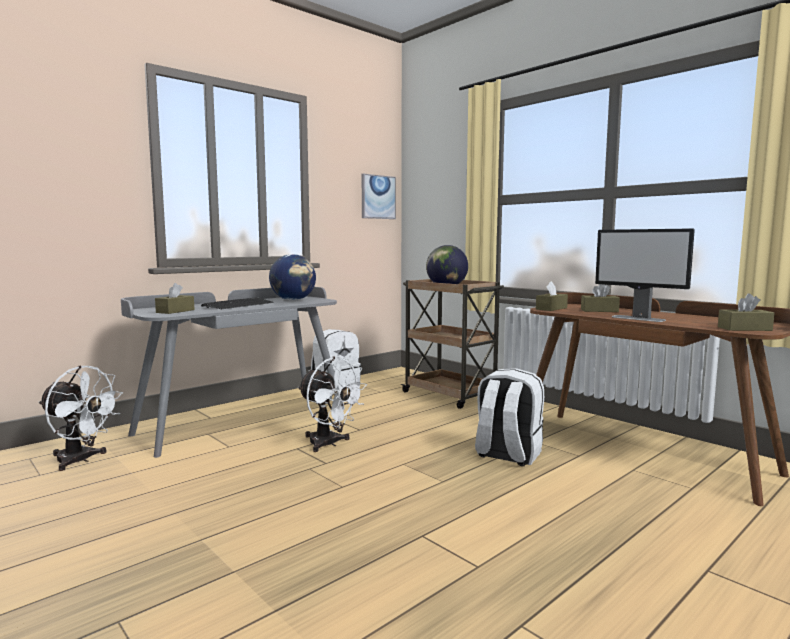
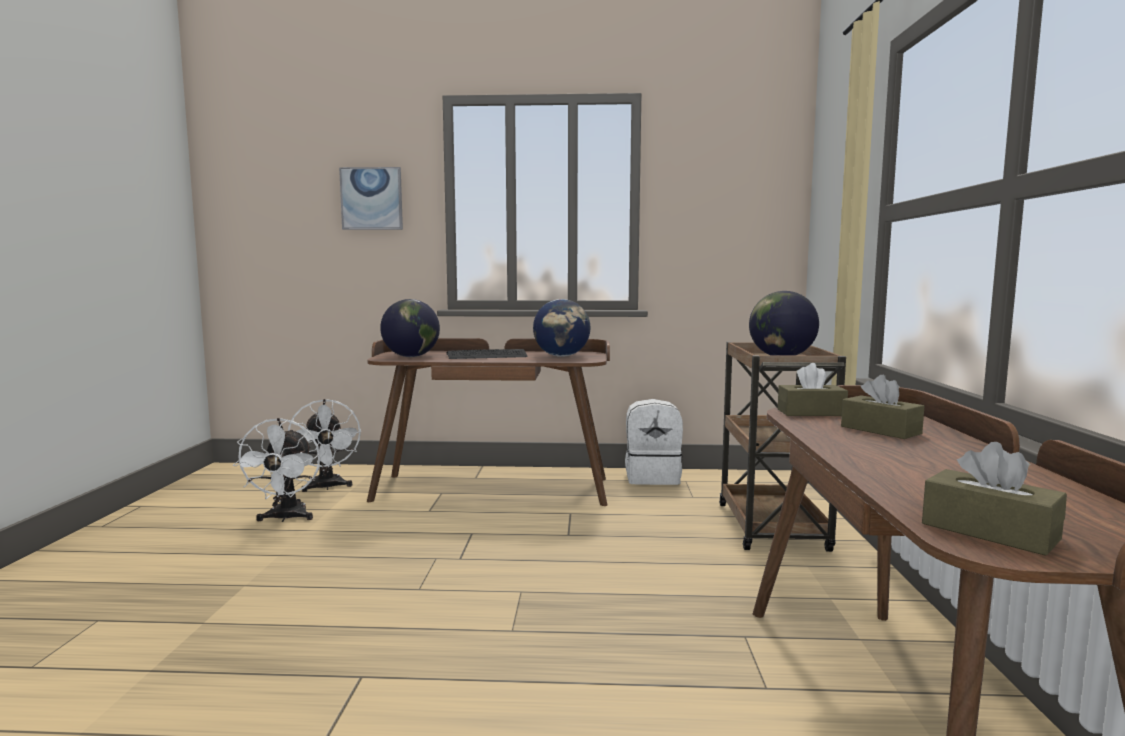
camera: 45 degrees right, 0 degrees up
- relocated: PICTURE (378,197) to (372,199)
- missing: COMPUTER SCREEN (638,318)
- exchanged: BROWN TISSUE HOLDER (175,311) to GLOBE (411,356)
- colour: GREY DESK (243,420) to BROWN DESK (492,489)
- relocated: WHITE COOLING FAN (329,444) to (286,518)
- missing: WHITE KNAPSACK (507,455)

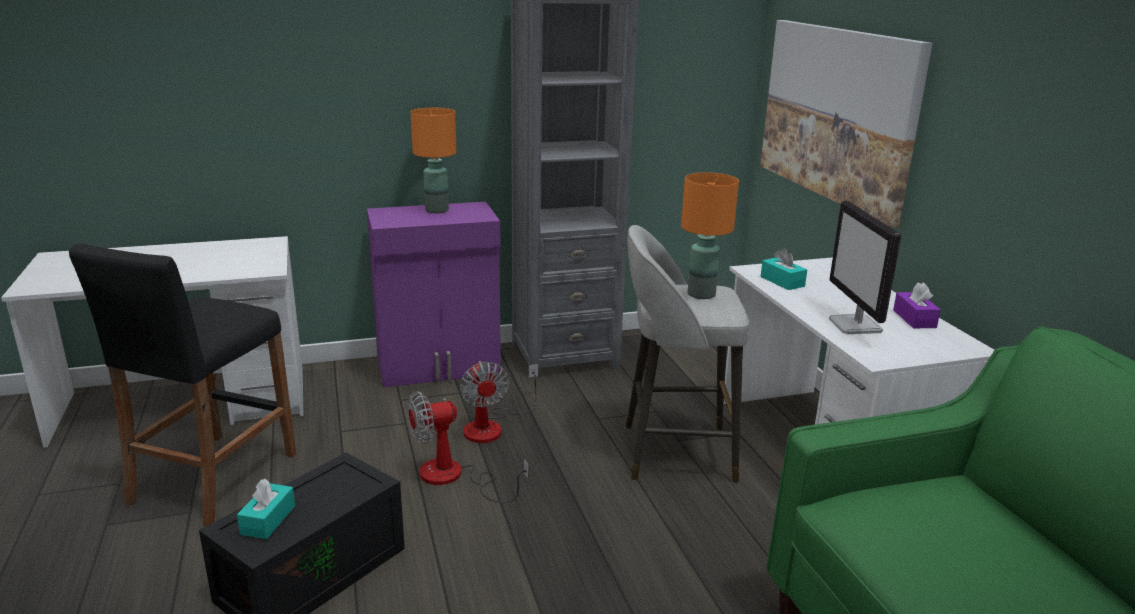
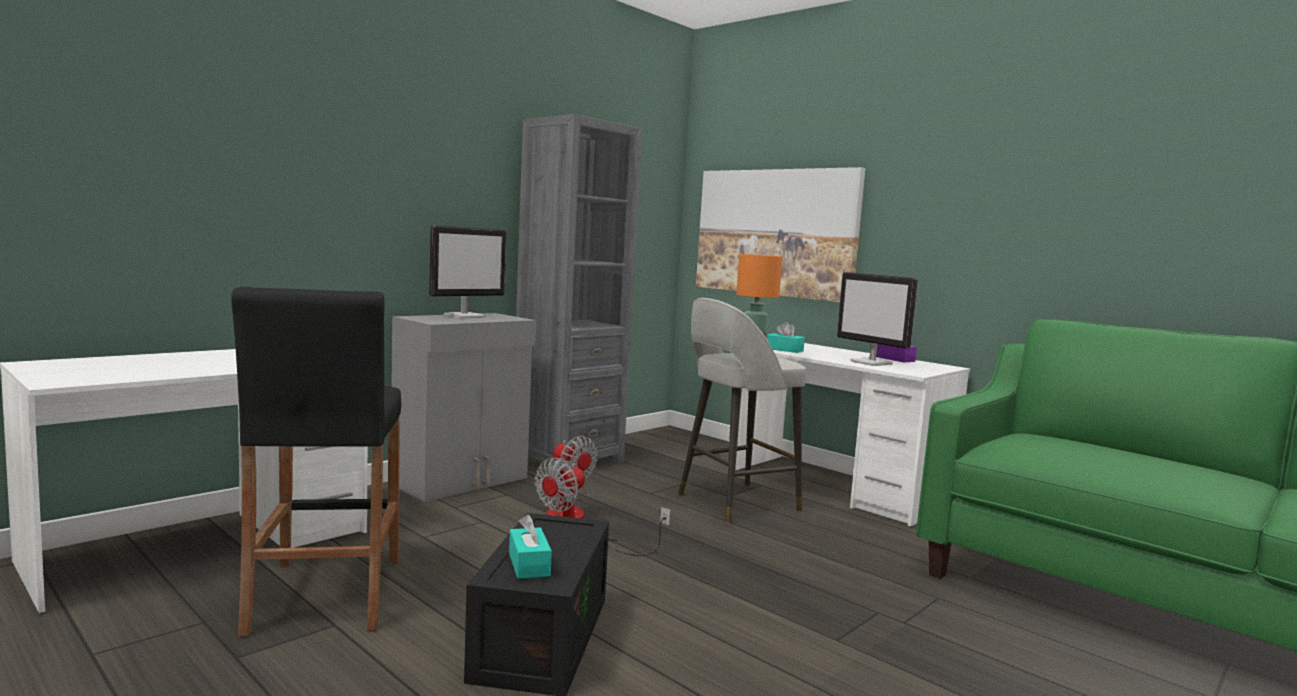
camera: 30 degrees left, 15 degrees down
- exchanged: ORANGE TABLE LAMP (437,210) to COMPUTER SCREEN (465,316)
- colour: PURPLISH CABINET (439,367) to GREY CABINET (462,481)

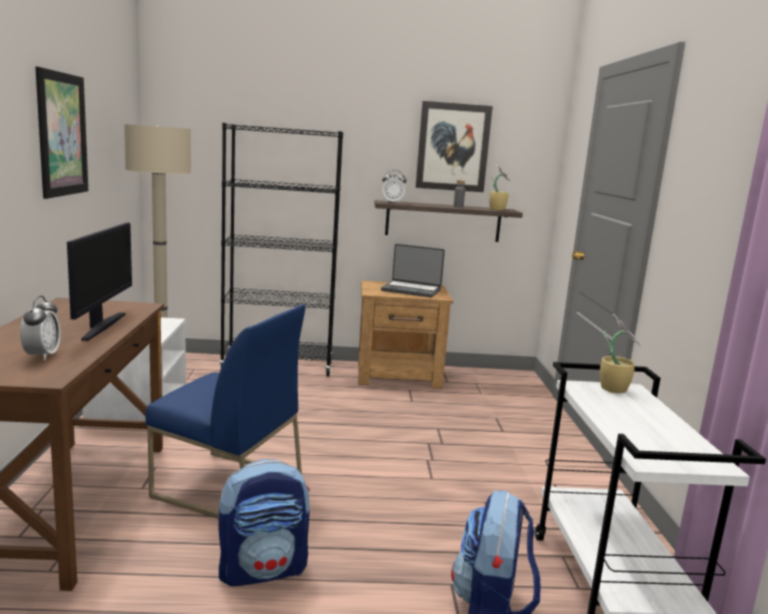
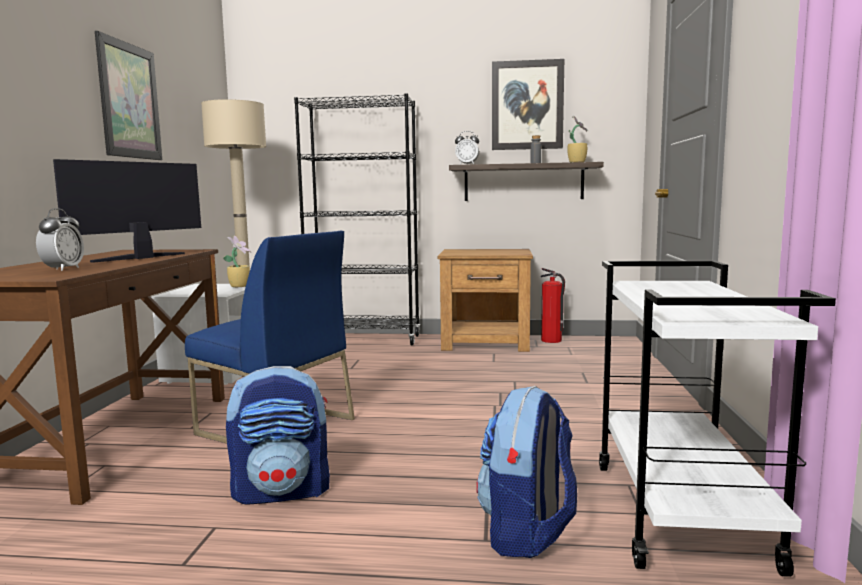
camera: 10 degrees right, 5 degrees down
- spun: COMPUTER SCREEN (101,326) = (141,258) 150 degrees counterclockwise
- missing: LAPTOP (411,290)
- relocated: HOUSEPLANT (613,388) to (240,286)
- appeared: EXTINGUISHER (551,340)

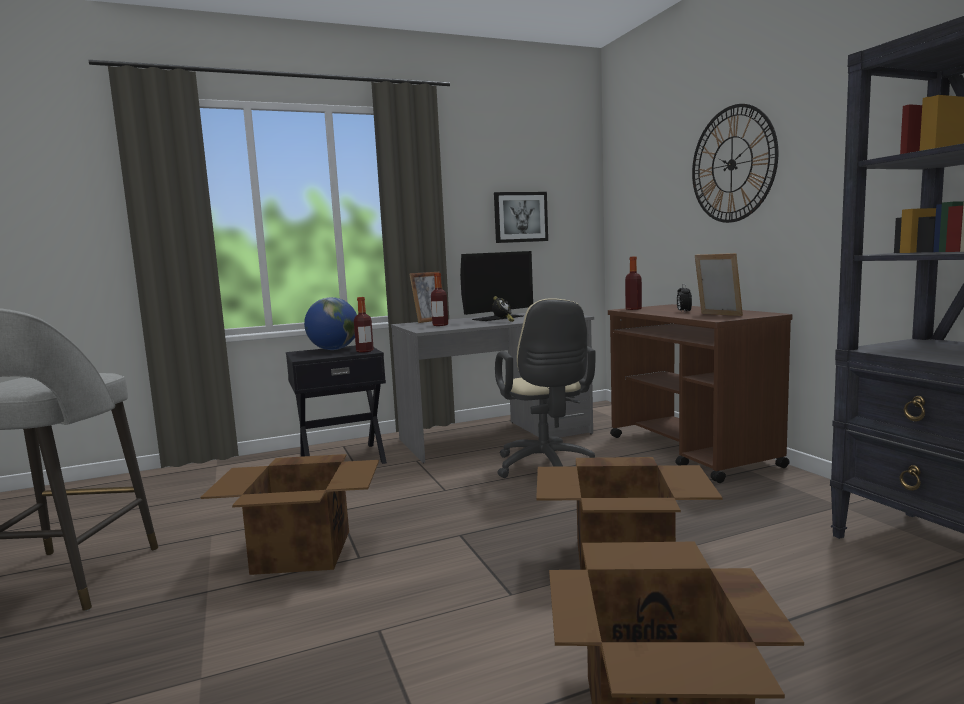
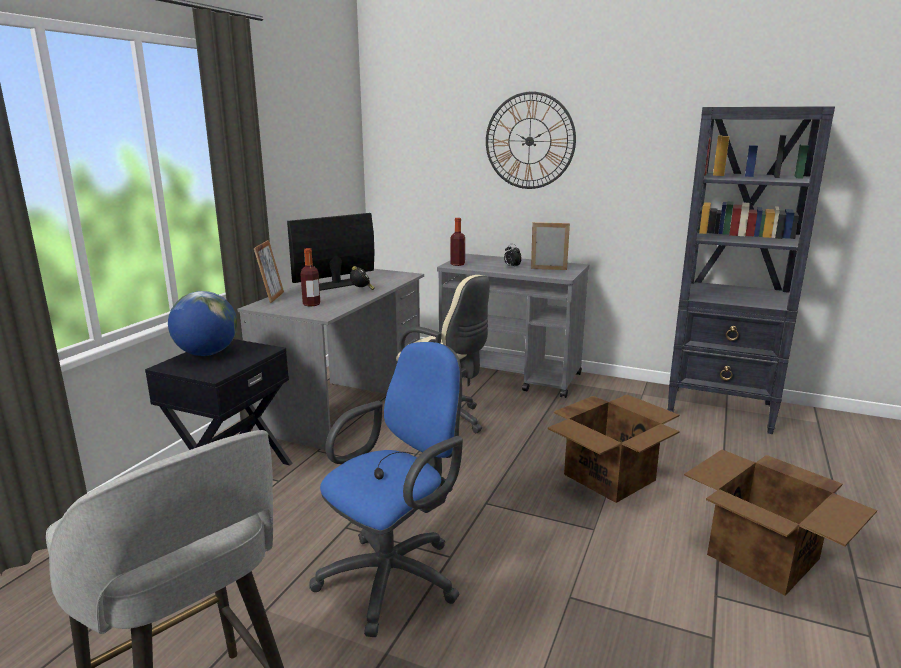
camera: 45 degrees left, 10 degrees up
- missing: PICTURE (520,217)
- spun: COMPUTER SCREEN (498,318) = (336,284) 135 degrees counterclockwise
- missing: BOTTLE (365,351)
- colour: BROWN TROLLEY (692,451) to GREY TROLLEY (511,376)
- exchanged: CARDBOARD BOX (304,552) to BLUE-COLOURED DESK CHAIR (396,576)

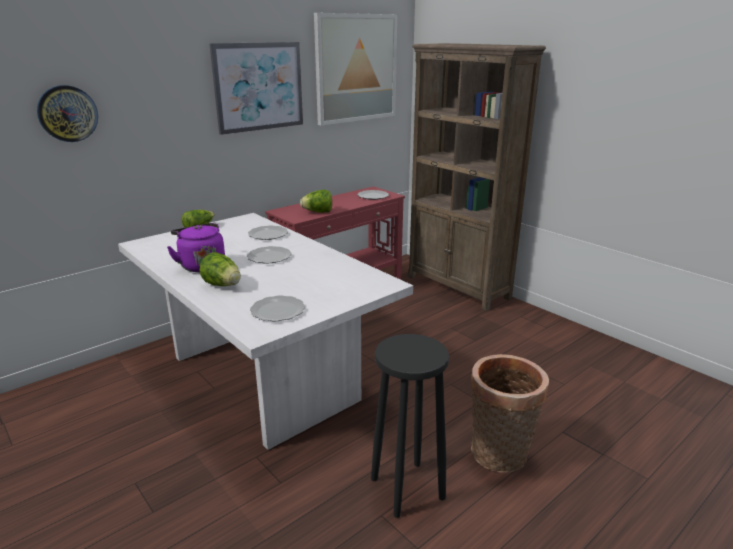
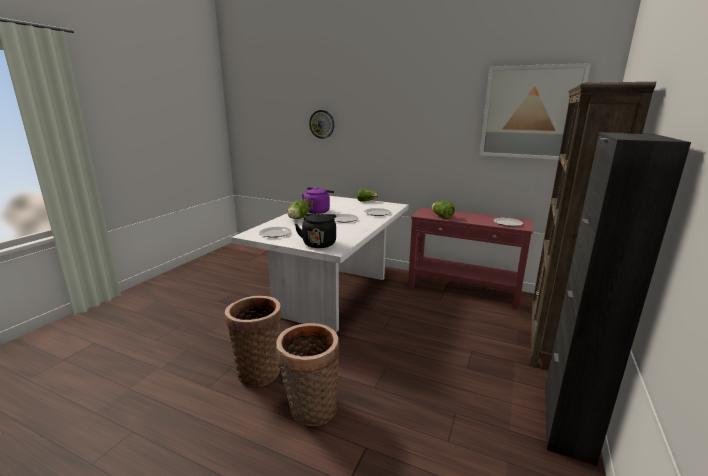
camera: 65 degrees right, 5 degrees down
- missing: PICTURE (259,87)
- exchanged: BLACK-COLOURED STOOL (406,488) to BASKET (258,371)
- appeared: BLACK-COLOURED CABINET (567,422)
- appeared: BLACK-COLOURED TEA KETTLE (319,243)

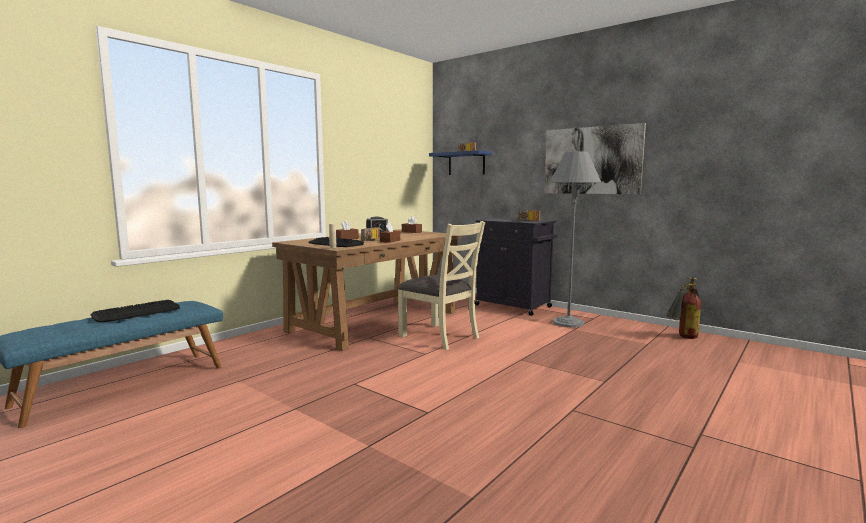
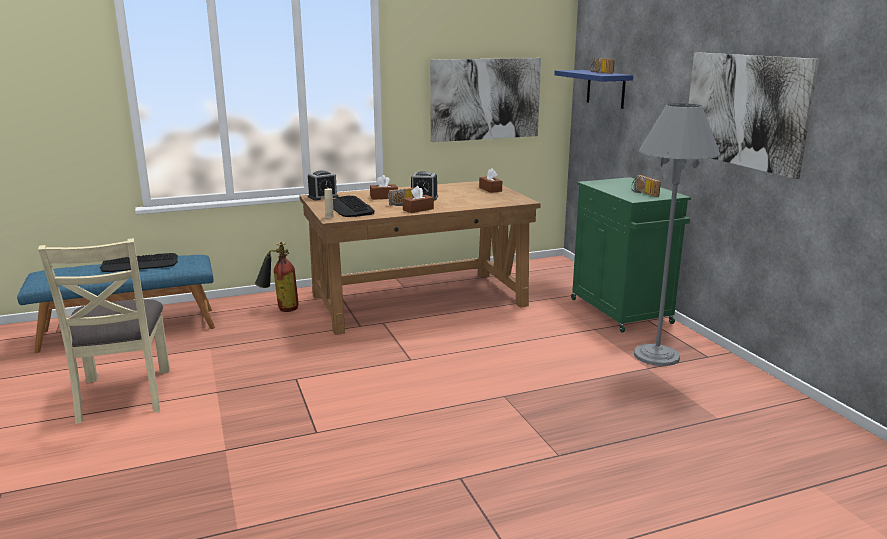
camera: 30 degrees right, 10 degrees up
- colour: BLACK-COLOURED CABINET (514,306) to GREENISH CABINET (622,312)
- relocated: SAND-COLOURED PLAIN CHAIR (440,336) to (123,395)
- relocated: EXTINGUISHER (682,337) to (280,308)
- appeared: PICTURE (485,99)
- appeared: ALARM CLOCK (323,197)

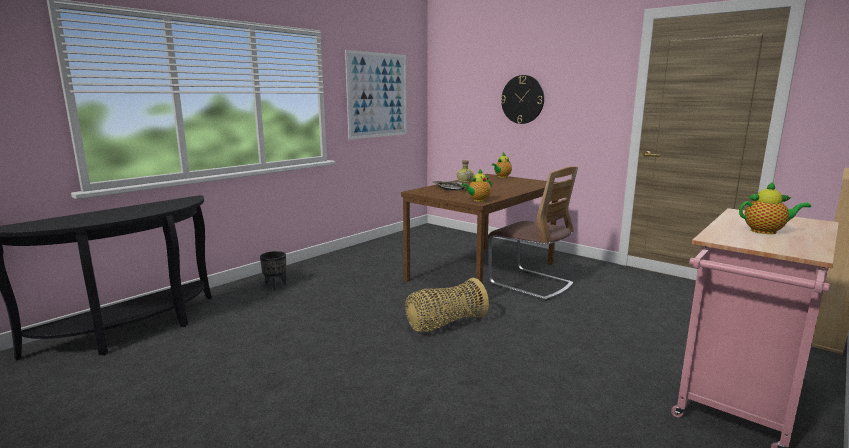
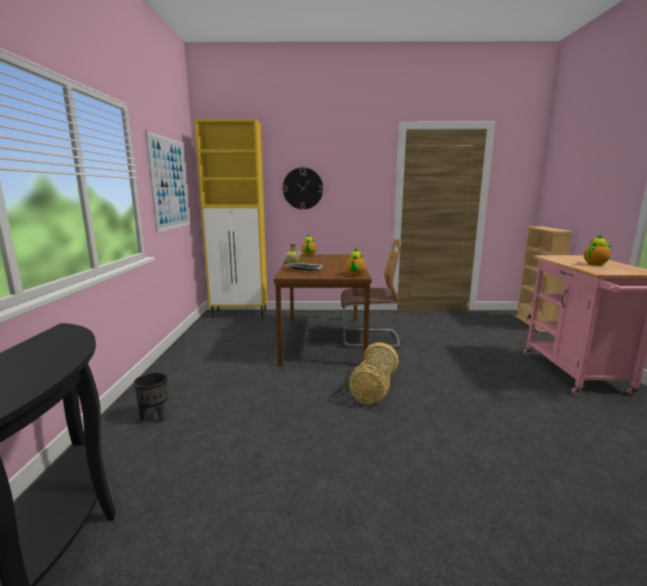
camera: 40 degrees left, 0 degrees up
- appeared: YELLOW-COLOURED CABINET (240,314)

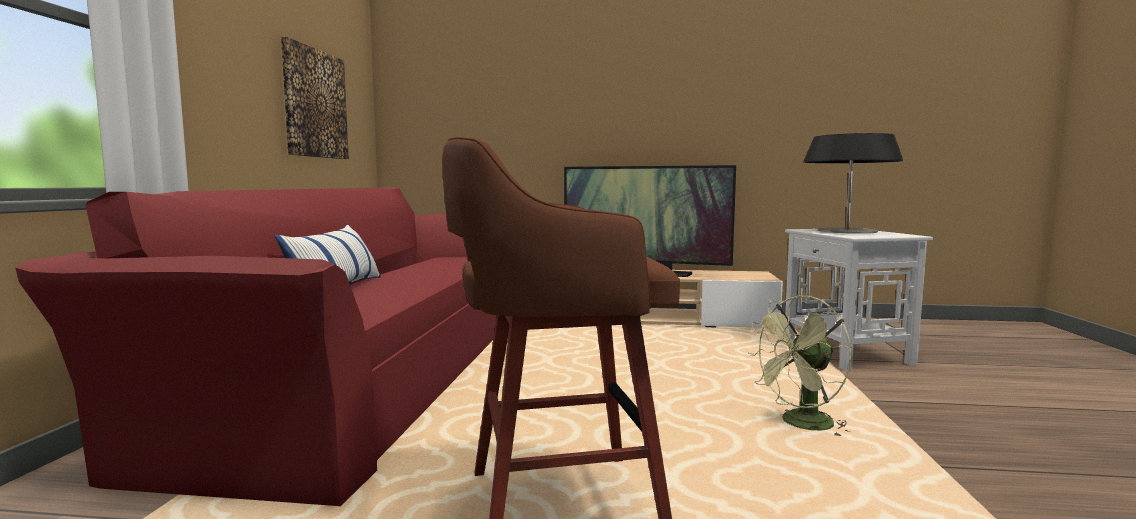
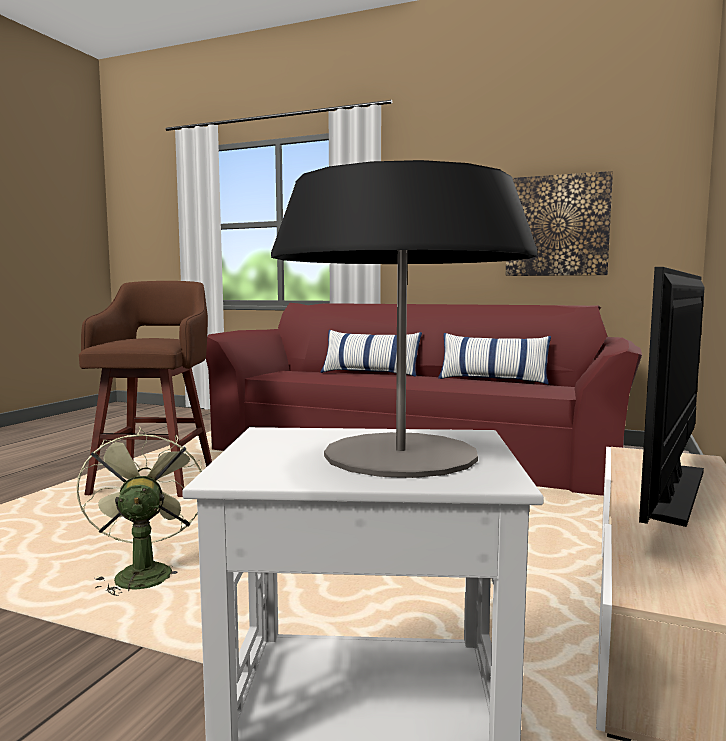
camera: 105 degrees right, 0 degrees up
- appeared: CUSHION (493,380)

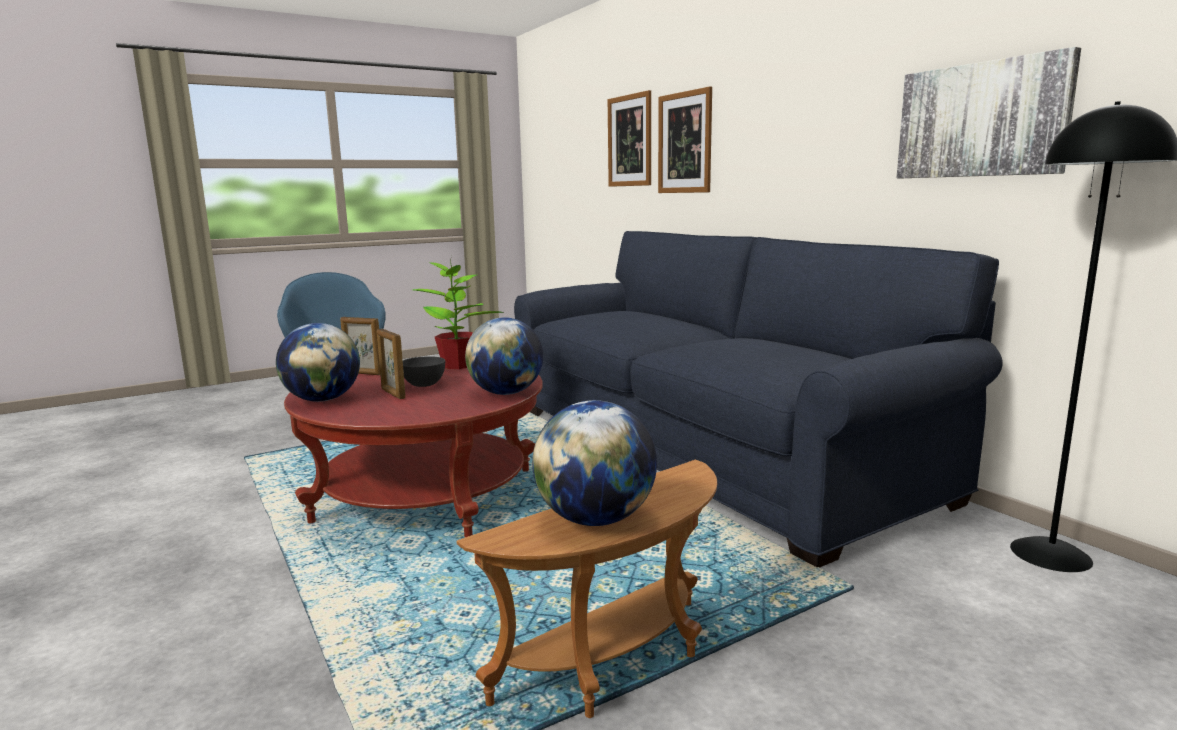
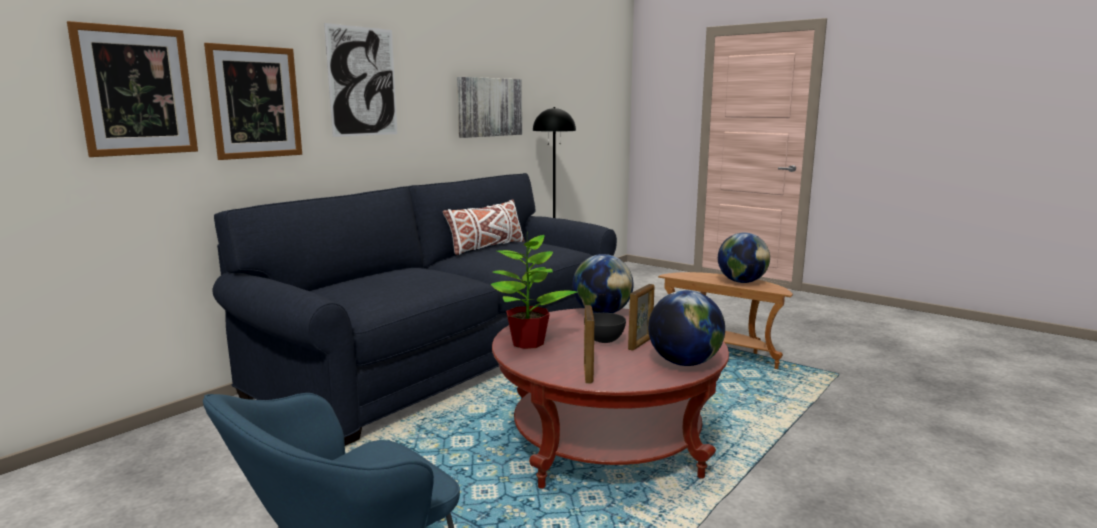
camera: 110 degrees left, 0 degrees up
- appeared: PICTURE (362,82)
- appeared: WHITE CUSHION (486,247)

